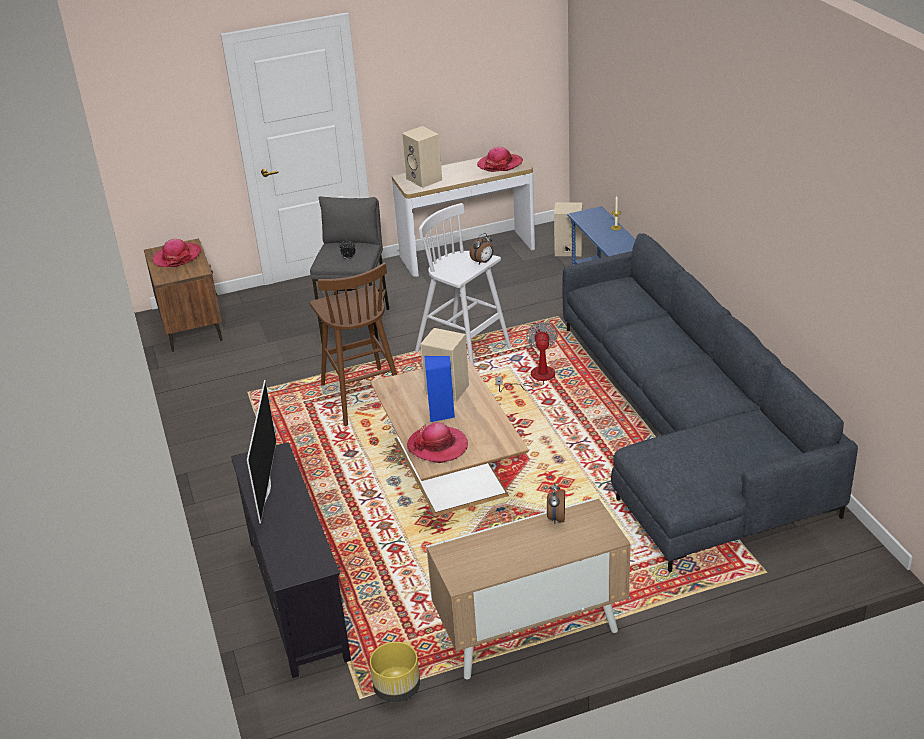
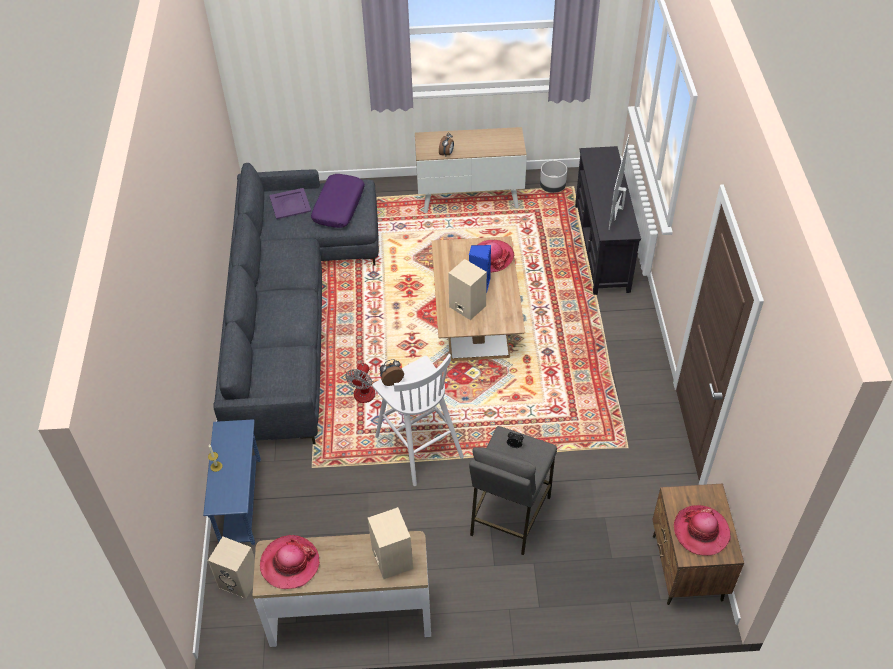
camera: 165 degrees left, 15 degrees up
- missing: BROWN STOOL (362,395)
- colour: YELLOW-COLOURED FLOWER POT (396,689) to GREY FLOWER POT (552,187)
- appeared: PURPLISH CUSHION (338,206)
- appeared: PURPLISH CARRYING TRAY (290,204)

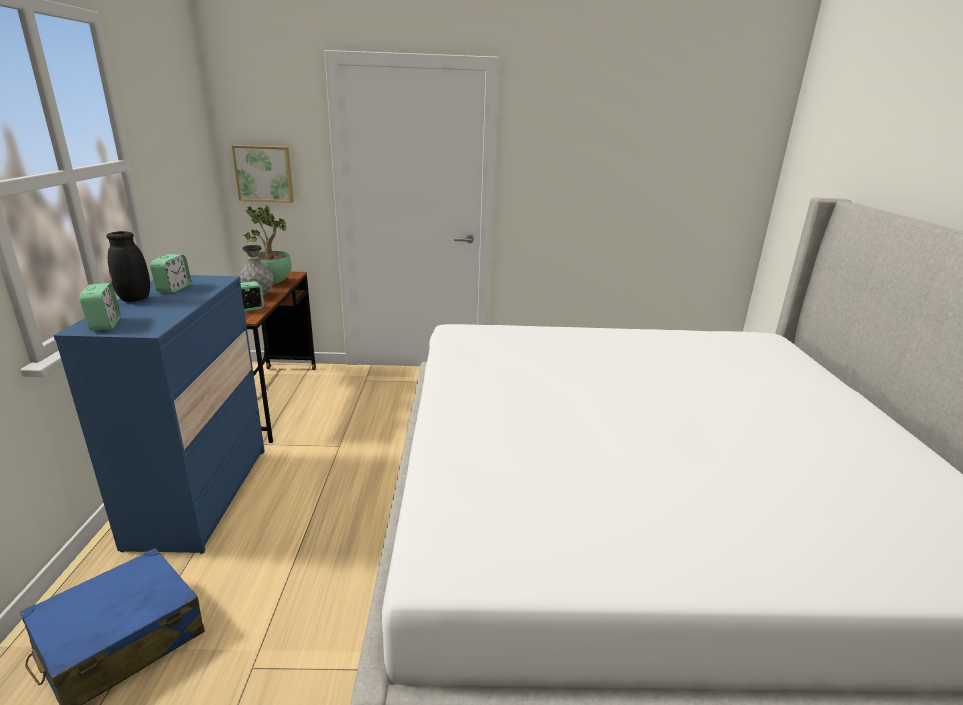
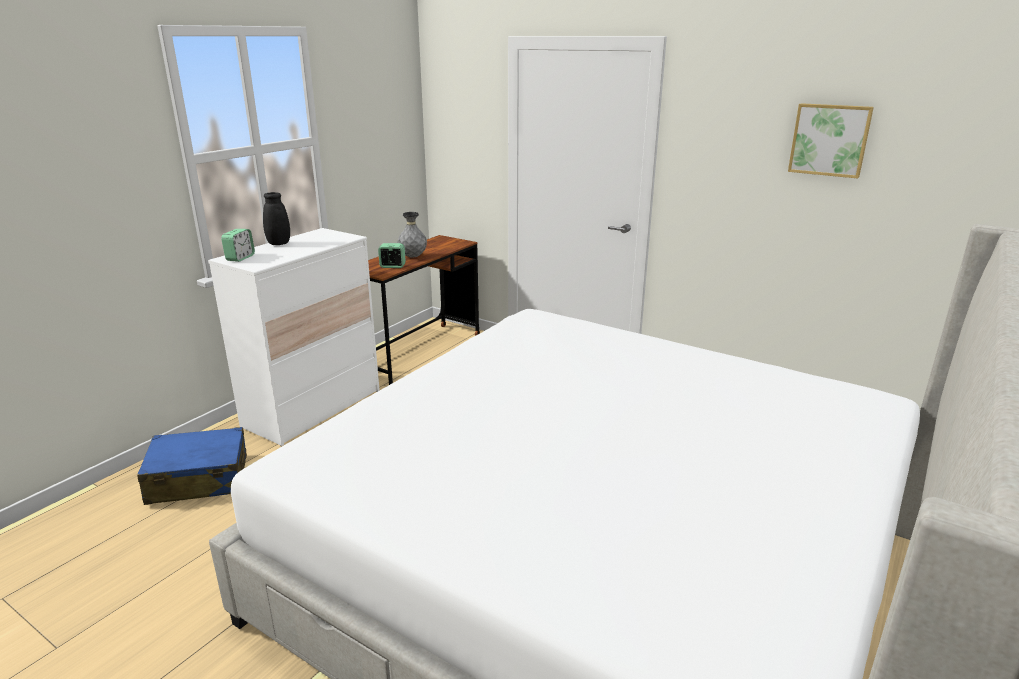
camera: 35 degrees right, 0 degrees up
- relocated: PICTURE (264,173) to (829,140)
- missing: HOUSEPLANT (274,283)
- missing: ALARM CLOCK (174,288)
- colour: BLUE-COLOURED DRESSER (201,496) to WHITE DRESSER (313,409)

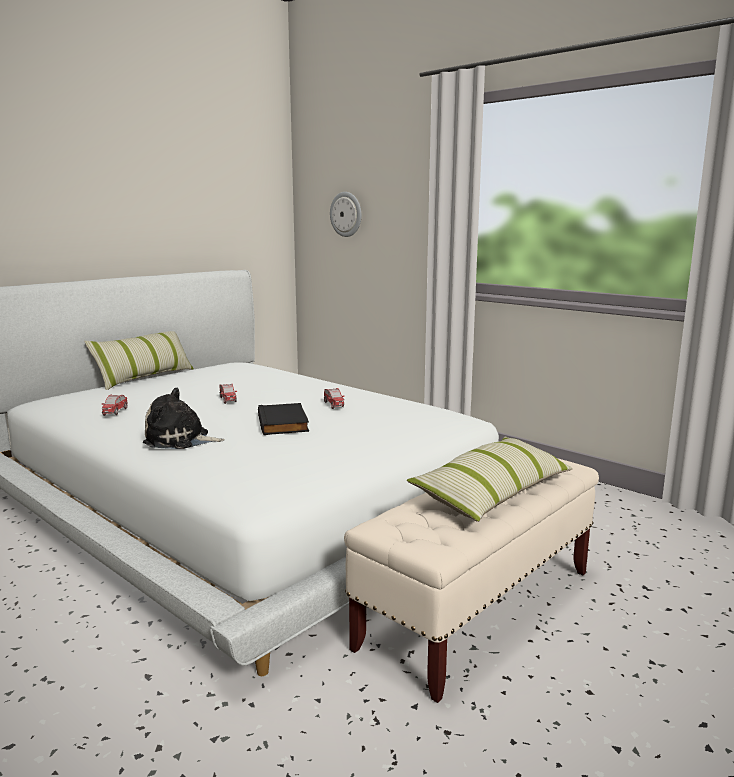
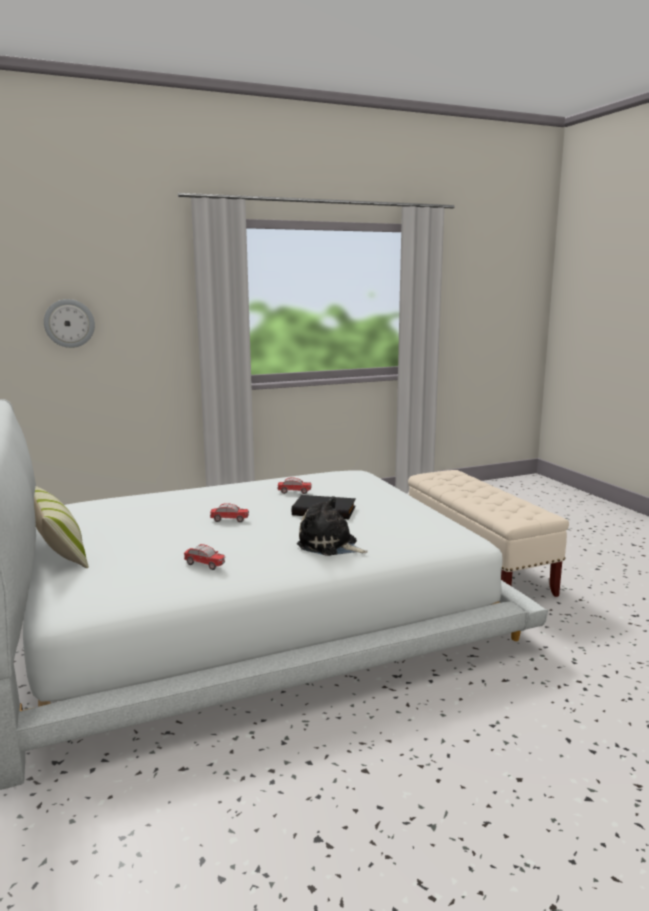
camera: 65 degrees left, 0 degrees up
- spun: SOFT TOY (180,440) = (330,545) 90 degrees clockwise
- missing: CUSHION (492,493)

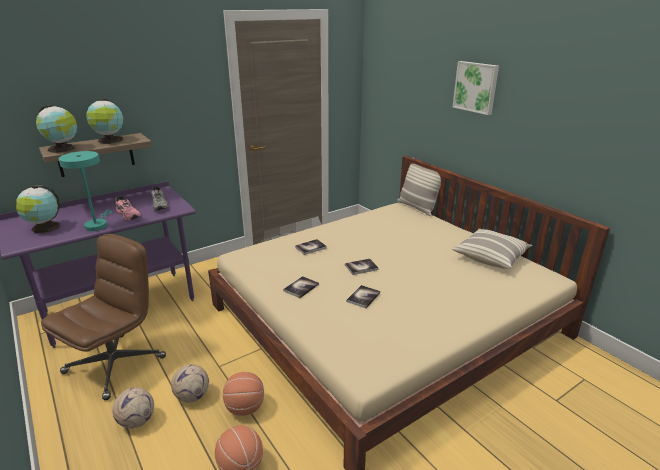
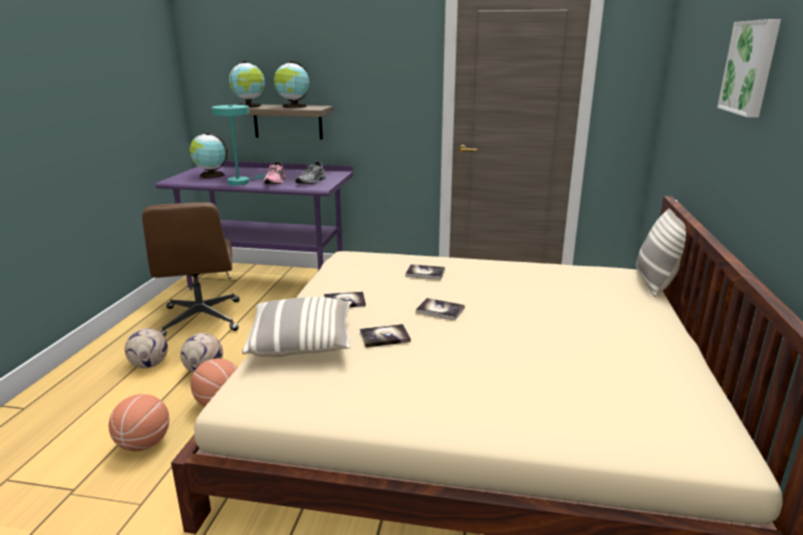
camera: 45 degrees right, 5 degrees down
- relocated: CUSHION (490,257) to (302,342)
- spun: BROWN DESK CHAIR (116,364) = (201,319) 90 degrees clockwise

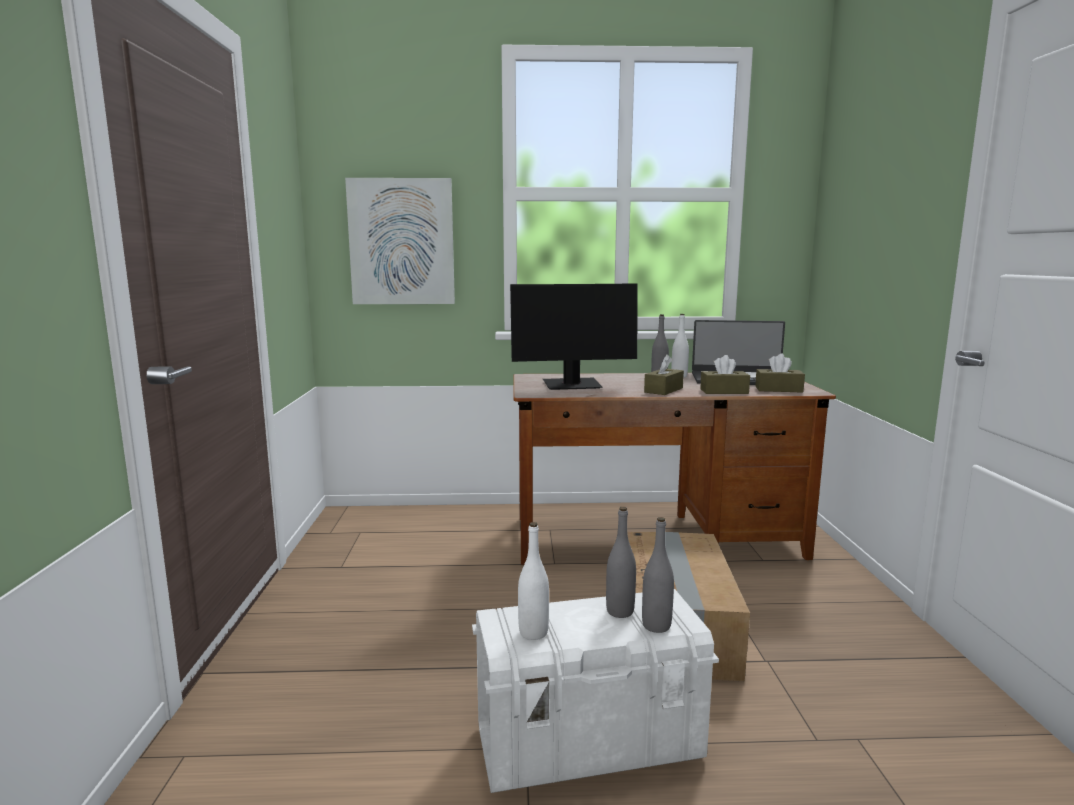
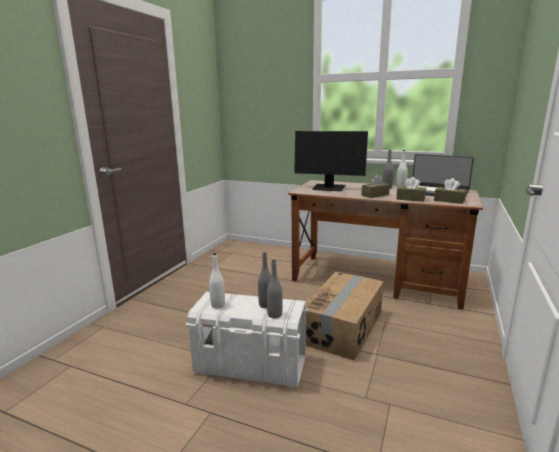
camera: 25 degrees right, 5 degrees up
- missing: PICTURE (402,242)

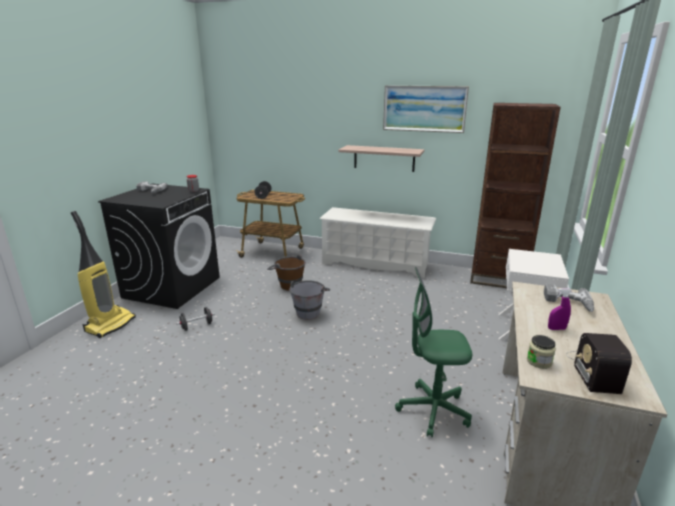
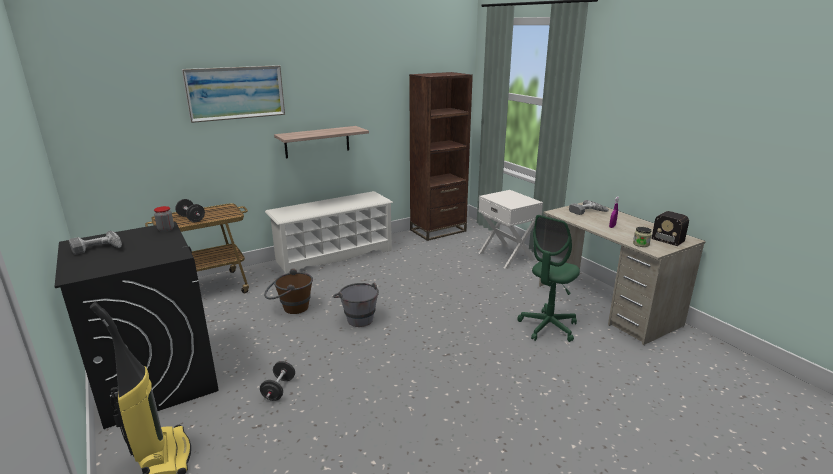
camera: 50 degrees left, 0 degrees up
- relocated: PICTURE (424,108) to (235,93)

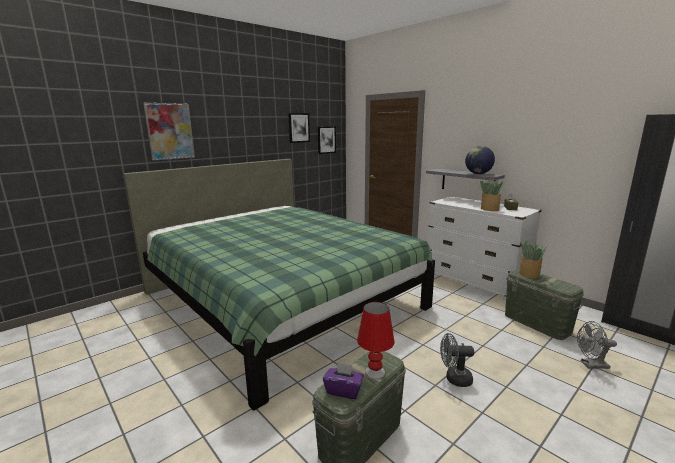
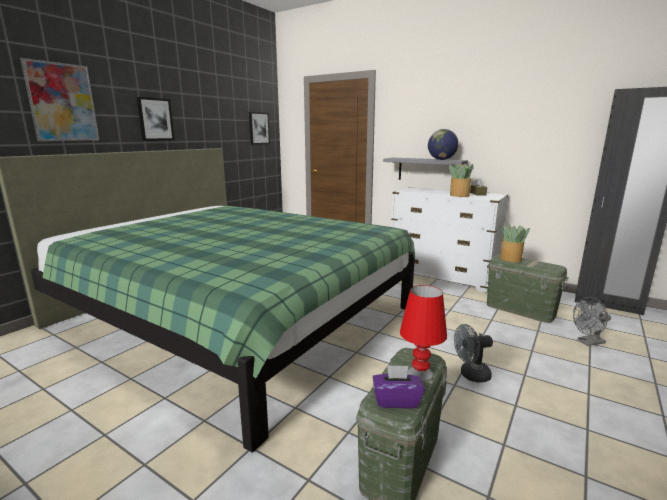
camera: 15 degrees left, 0 degrees up
- relocated: PICTURE (298,128) to (155,119)

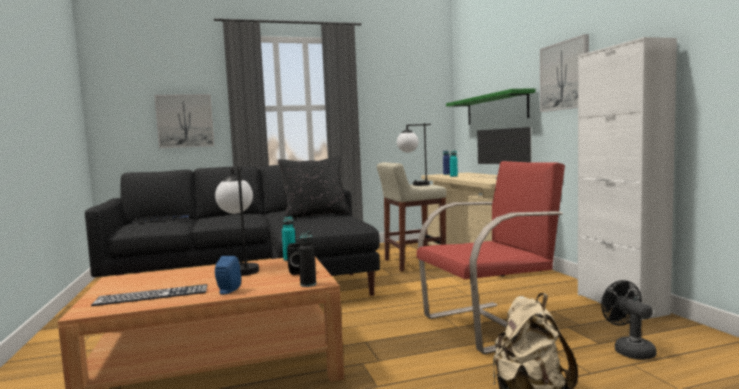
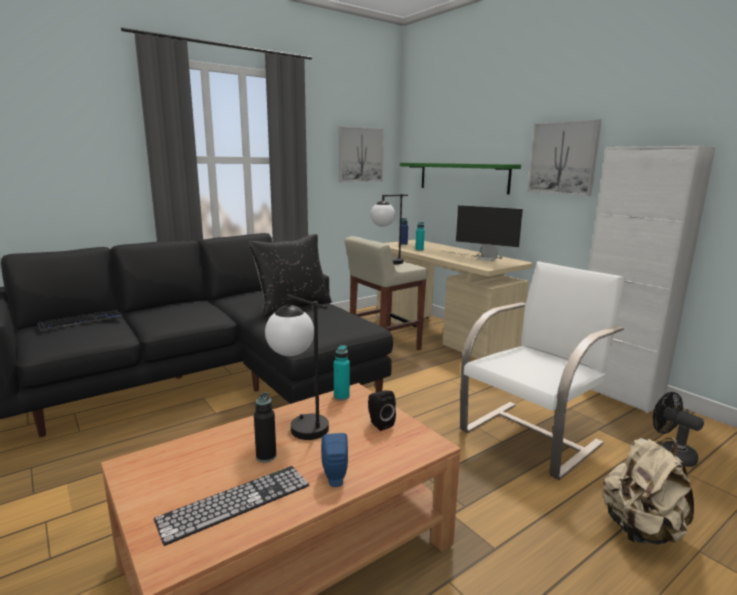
camera: 20 degrees left, 10 degrees up
- relocated: PICTURE (185,121) to (360,155)
- colour: REDDISH EASY CHAIR (489,326) to WHITE EASY CHAIR (531,436)
- relocated: BLACK-COLOURED BOTTLE (308,284) to (266,456)

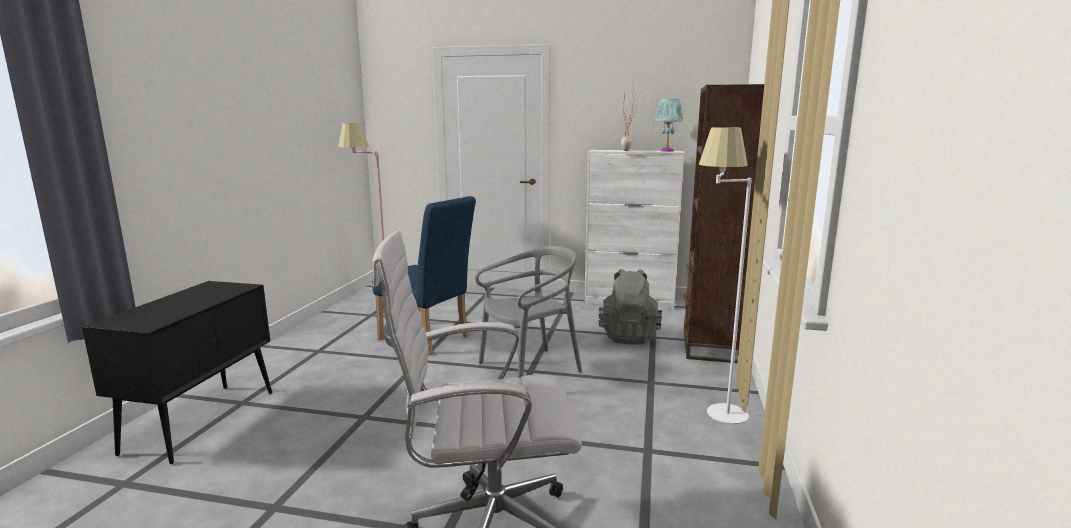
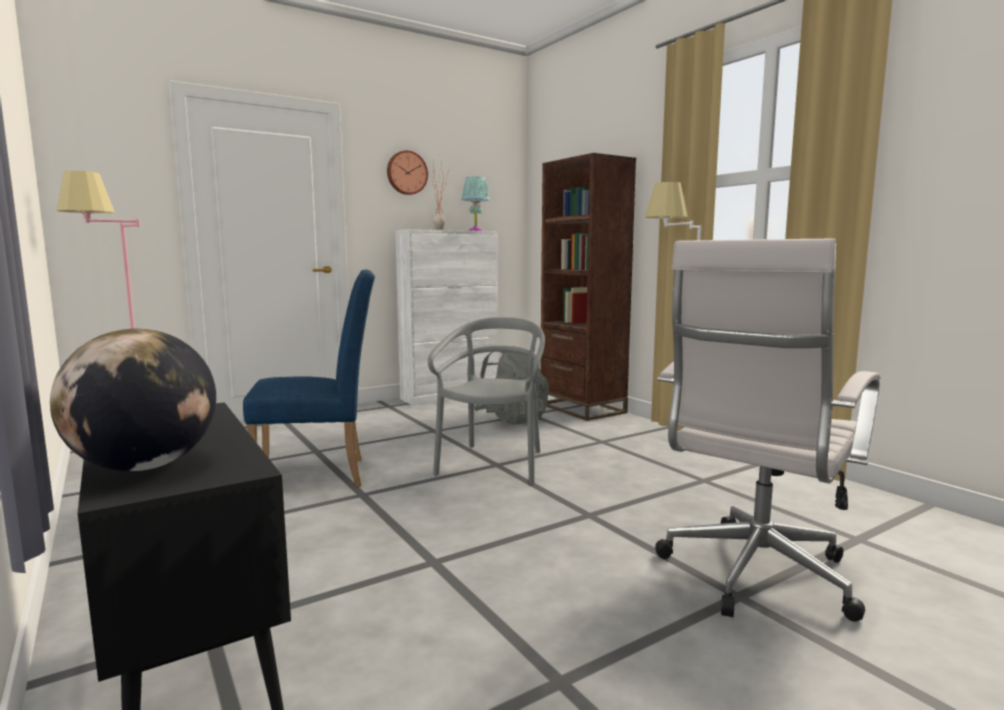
camera: 45 degrees left, 5 degrees down
- appeared: WALL CLOCK (406,173)
- appeared: GLOBE (144,467)

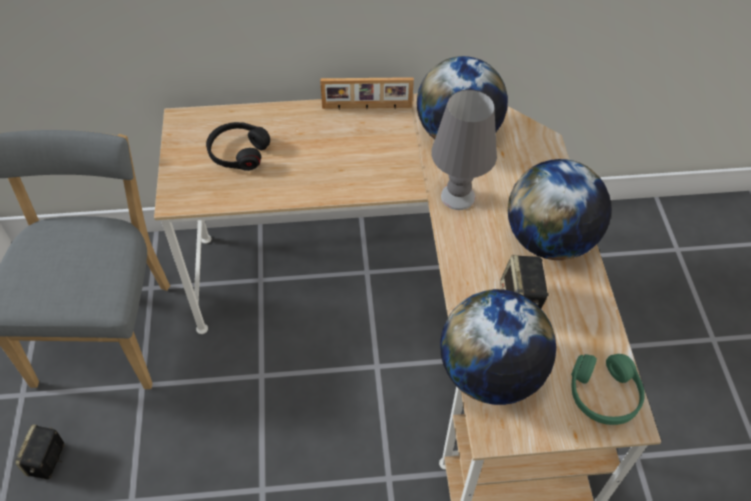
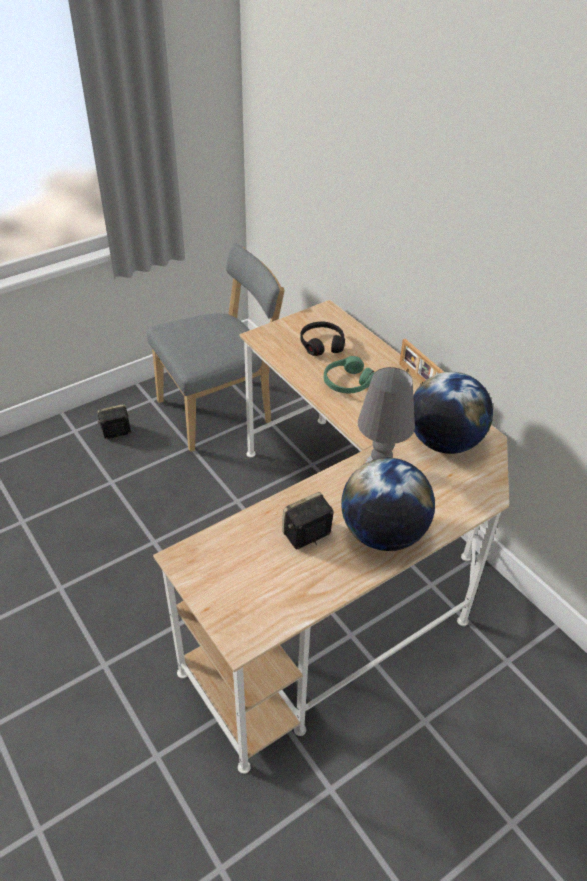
camera: 60 degrees right, 10 degrees down
- missing: GLOBE (490,373)
- relocated: GREENISH PAIR OF HEADPHONES (604,394) to (347,382)

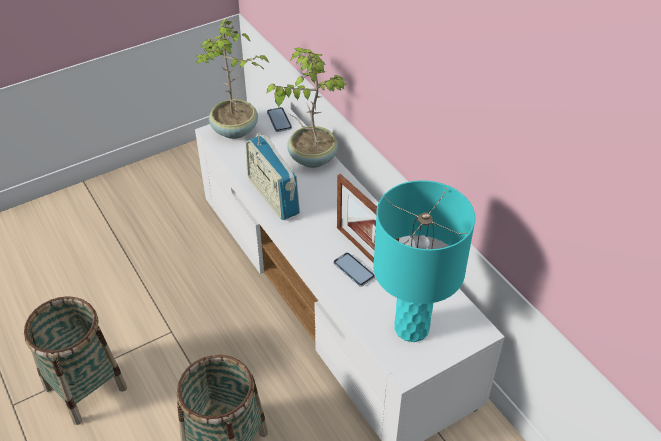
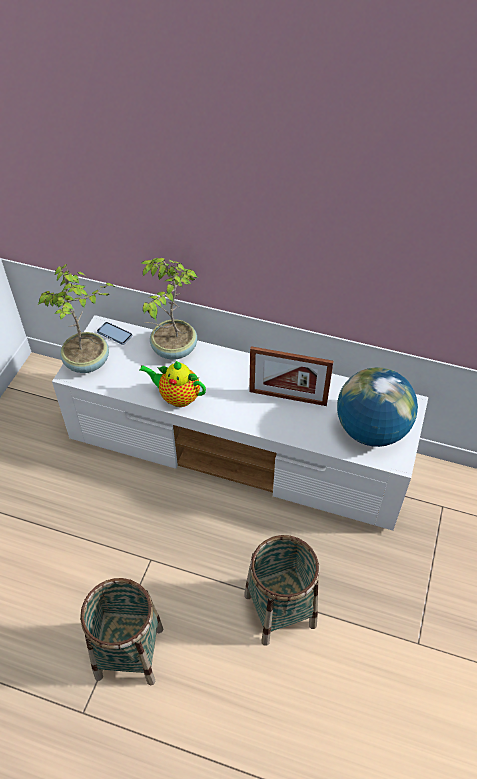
camera: 40 degrees left, 5 degrees up
- exchanged: RADIO SET (273,196) to POT FOR TEA (177,397)
- exchanged: BLUE-GREEN TABLE LAMP (411,328) to GLOBE (371,430)
- missing: HANDSET (354,270)

